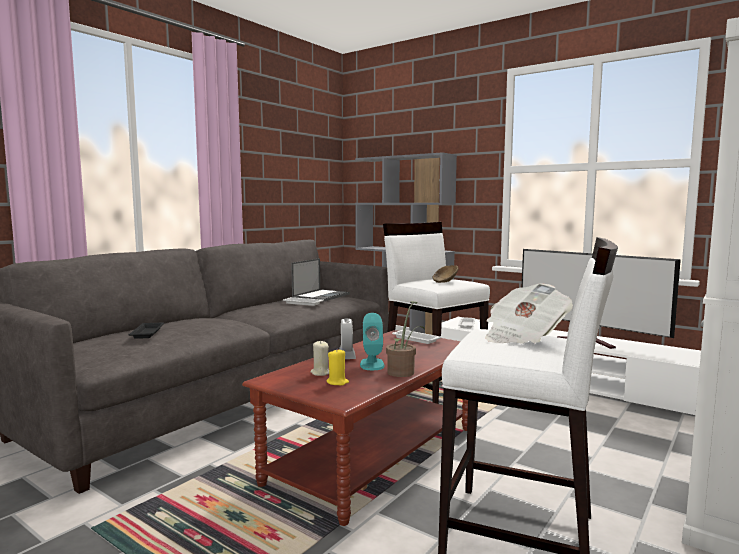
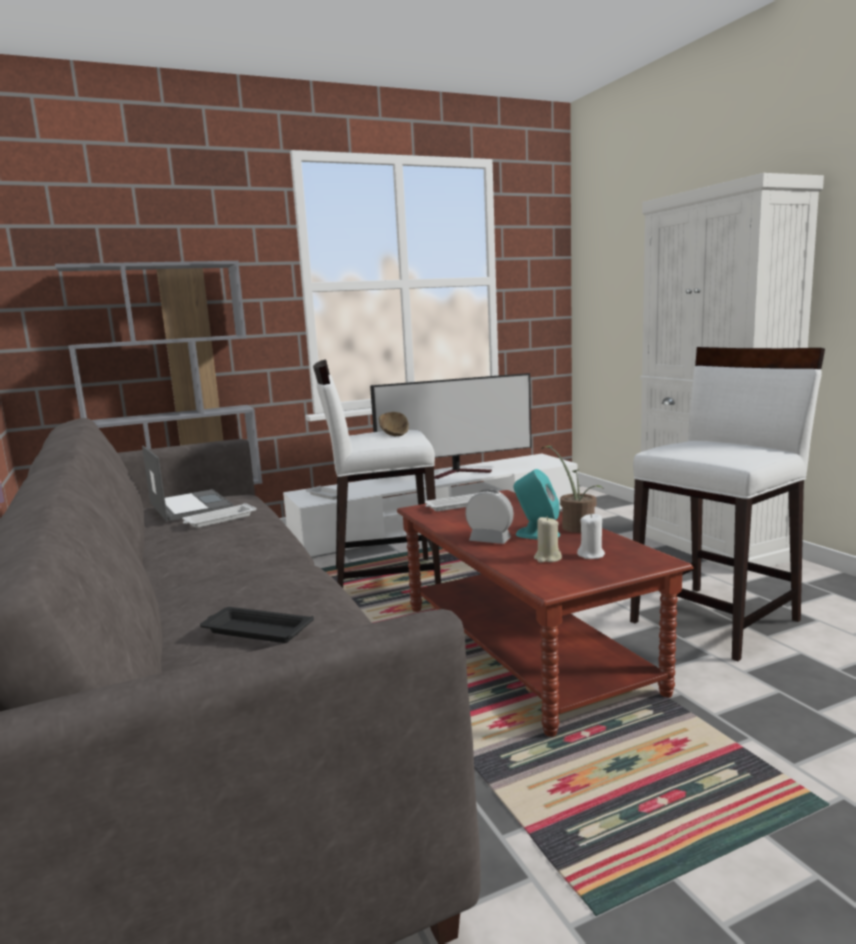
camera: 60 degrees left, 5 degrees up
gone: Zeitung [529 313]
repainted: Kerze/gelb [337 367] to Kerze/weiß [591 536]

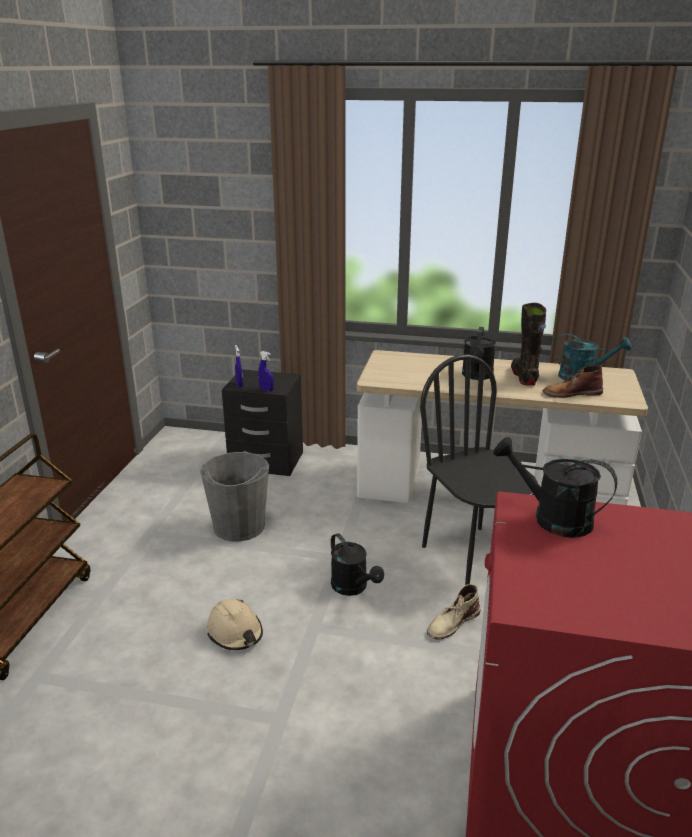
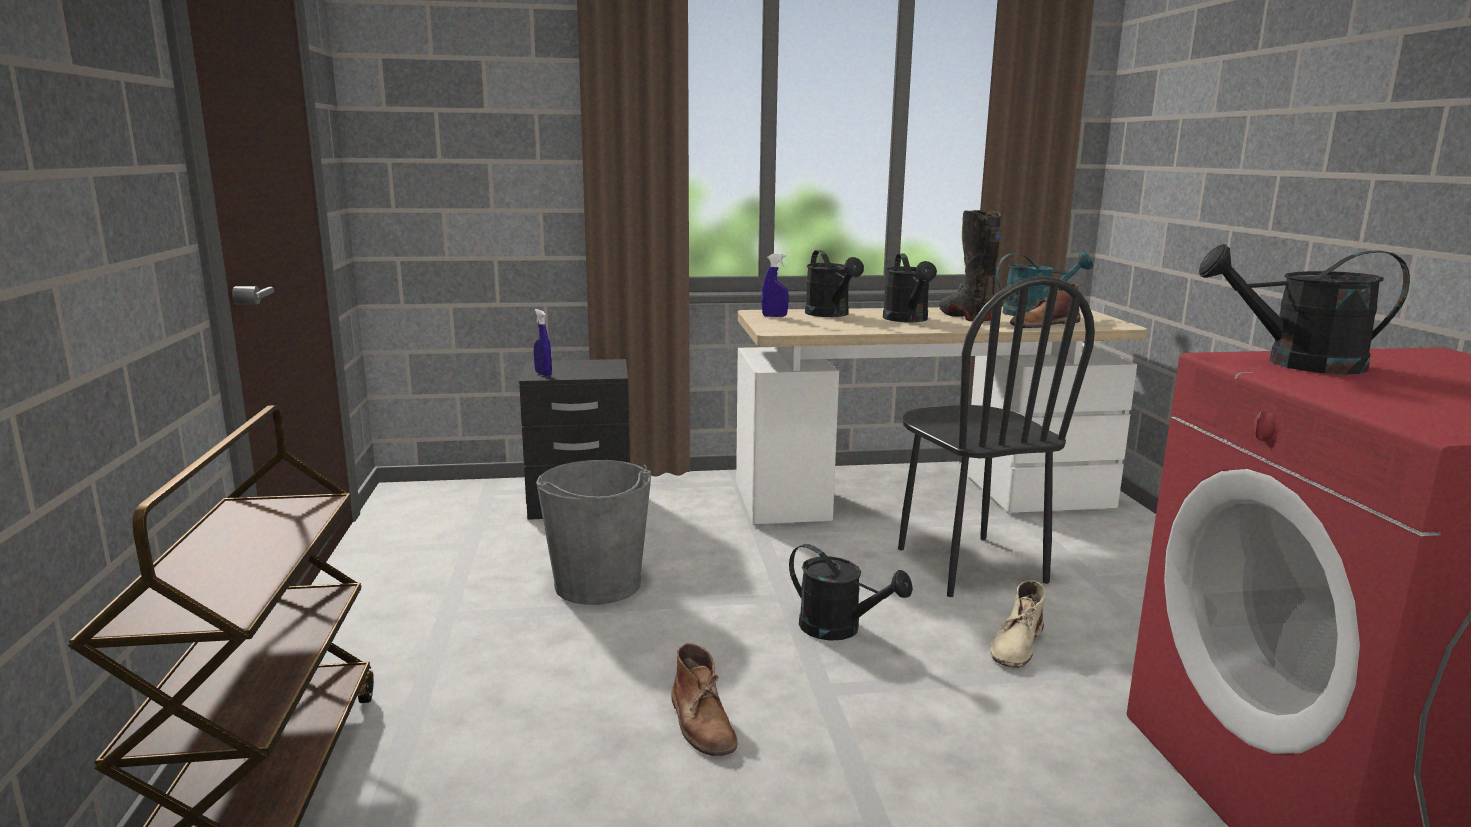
camera: 20 degrees left, 10 degrees down
new: Gießkanne/schwarz [834 283]
shifted: Sprühflasche/blau [266 371] to [775 285]
swapped: Schutzhelm/beige [235 624] to Stiefel/braun [704 699]
rotated: Stuhl/schwarz [479 469] = [996 436] 150 degrees counterclockwise

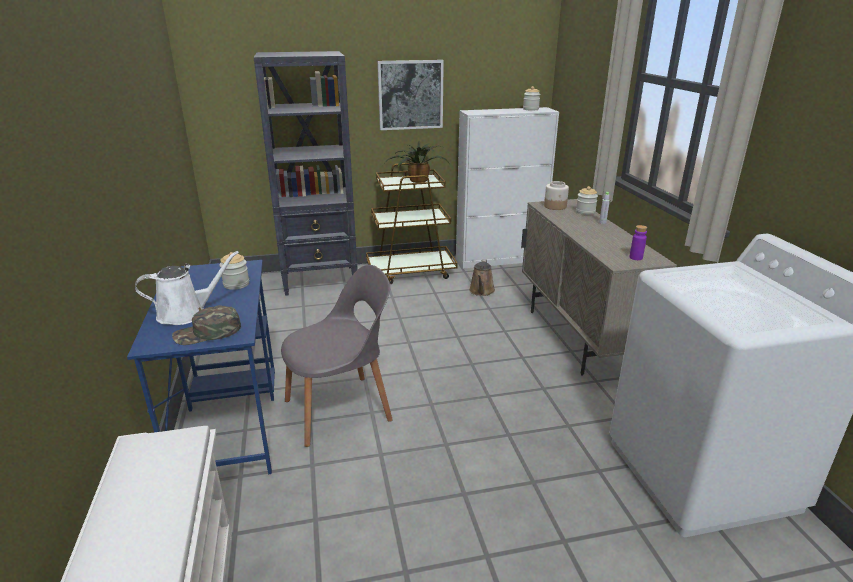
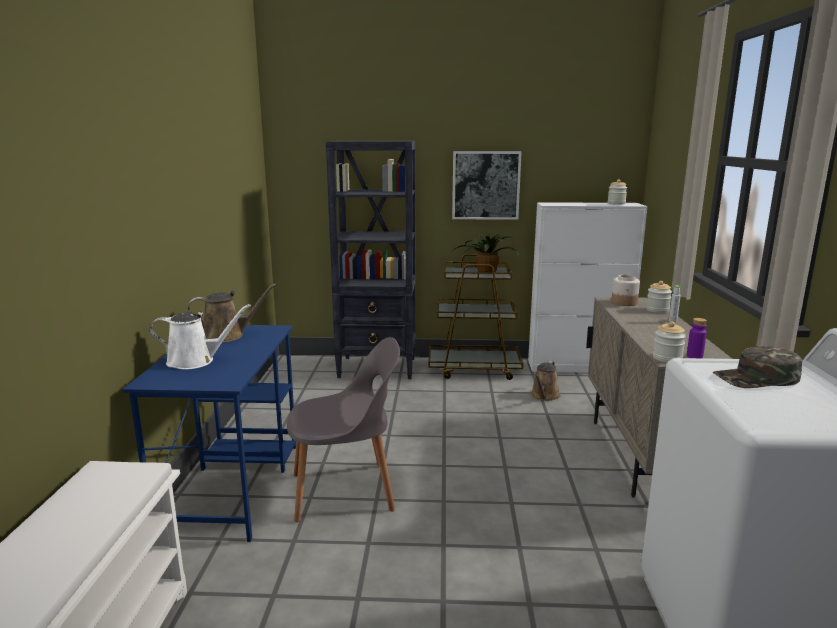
camera: 15 degrees right, 10 degrees down
new: Gießkanne/braun [232 313]
shifted: Kappe/grün [206 325] to [757 367]; Vorratsglas [234 271] to [669 341]

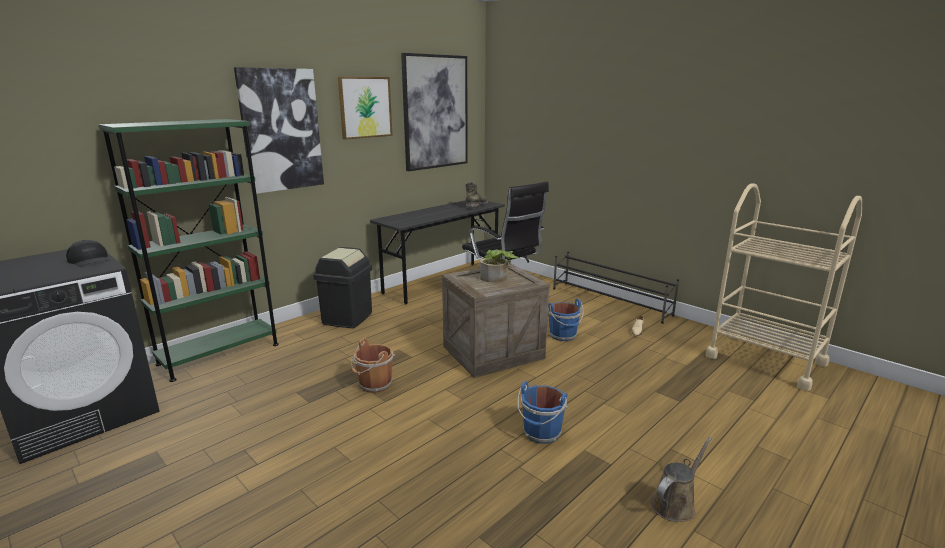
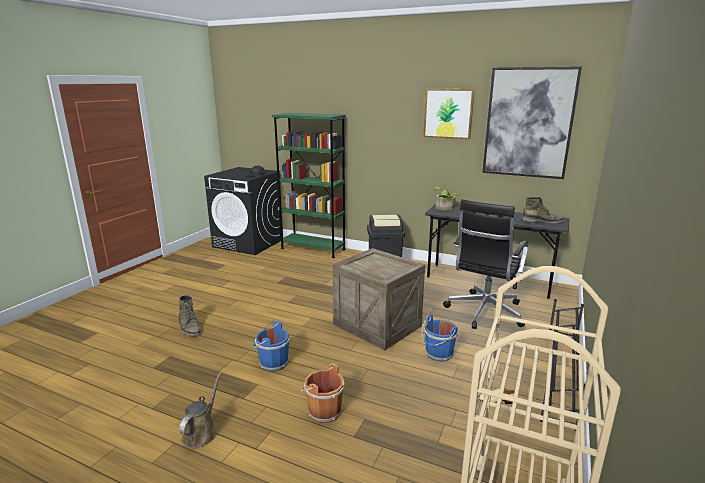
camera: 70 degrees right, 0 degrees up
gone: Bild [279 130]
new: Stiefel/grün [189 315]
shifted: Eimer/braun [373 365] to [322 393]; Topfpflanze [499 265] to [446 198]
rotated: Gießkanne/braun [681 479] = [200 410] 105 degrees counterclockwise

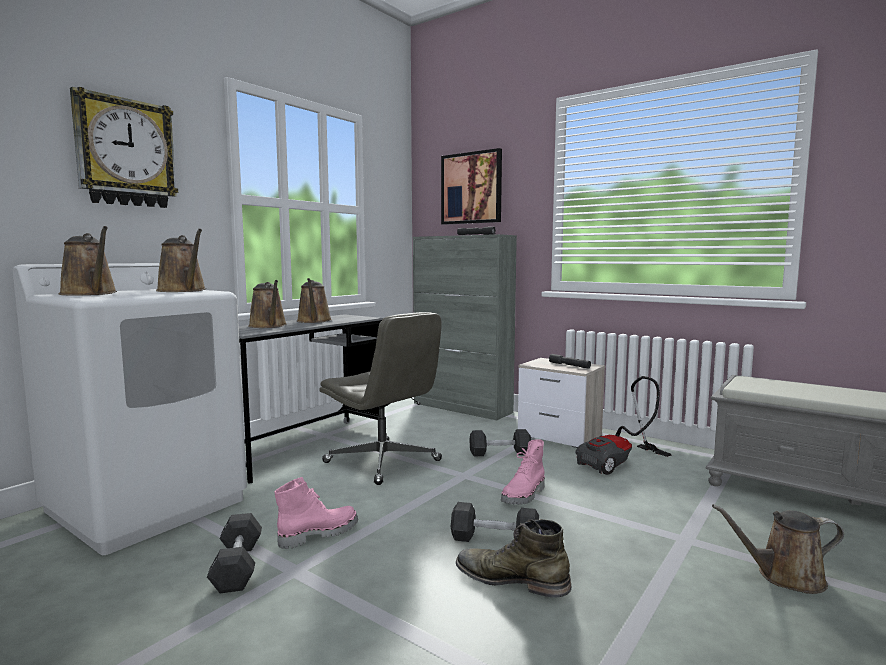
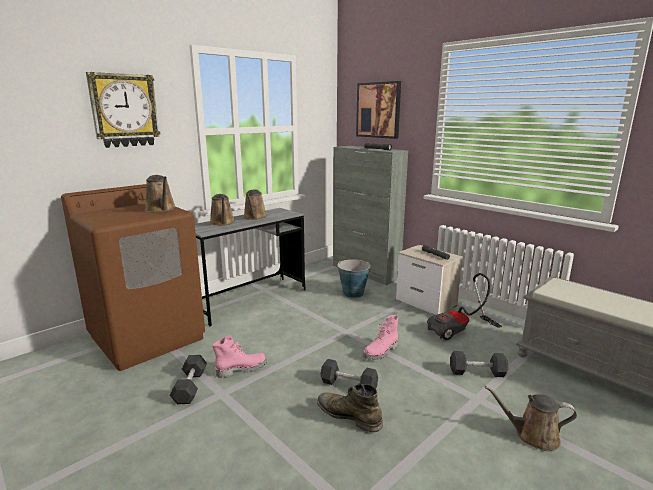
camera: 10 degrees right, 10 degrees up
gone: Gießkanne/braun [88 261]; Bürostuhl/grau [380 398]
new: Eimer [354 278]
shifted: Hantel/schwarz [500 442] to [479 364]
repainted: Waschmaschine/weiß [130 409] to Waschmaschine/braun [133 277]

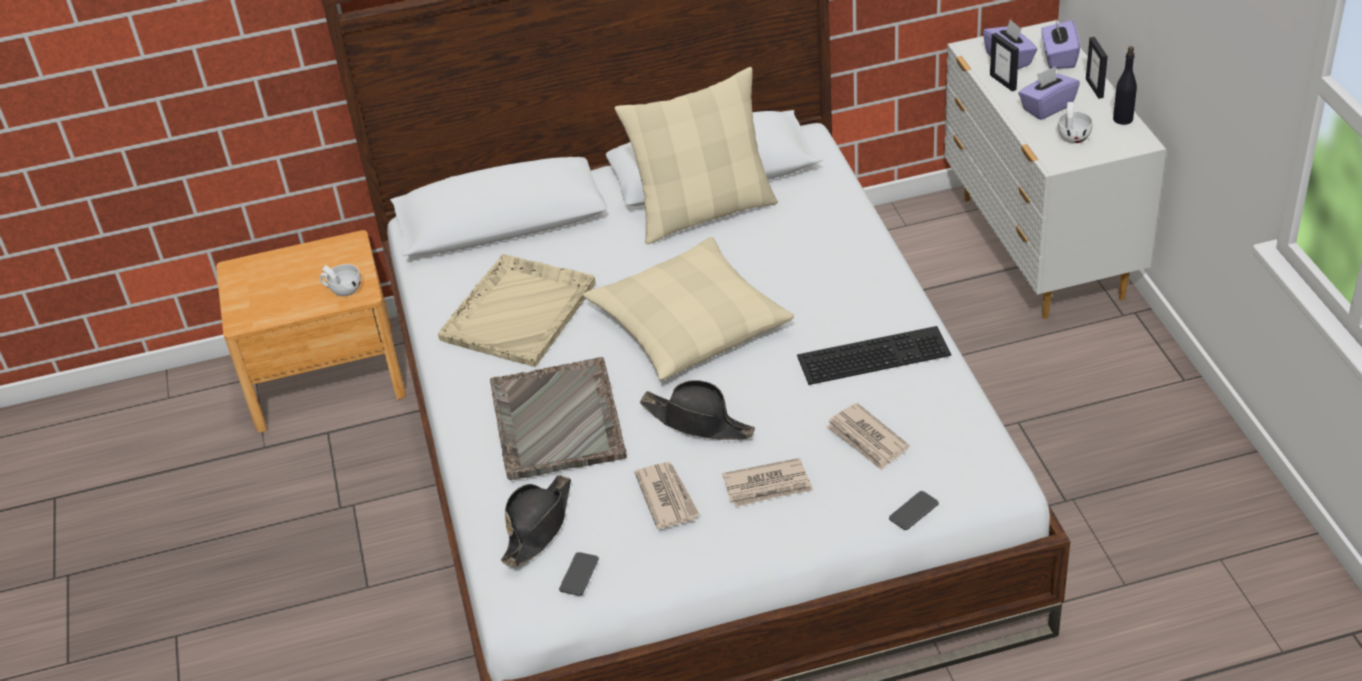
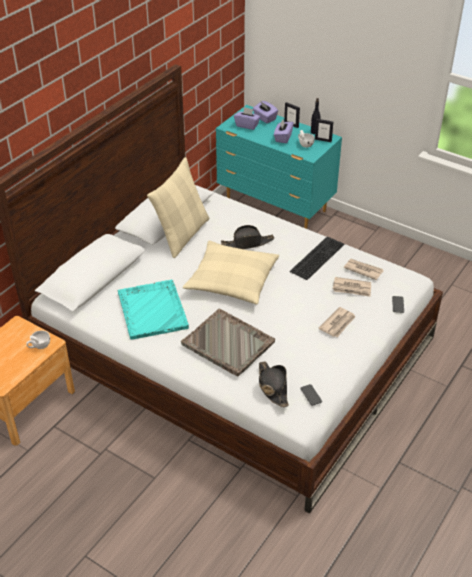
camera: 45 degrees left, 0 degrees up
shifted: Zeitung [667 495] to [364 269]; Hut/schwarz [697 410] to [247 237]; Bilderrahmen [1004 62] to [324 130]
repainted: Tablett/beige [517 310] to Tablett/türkis [153 310]; Kommode/weiß [1055 169] to Kommode/türkis [279 167]

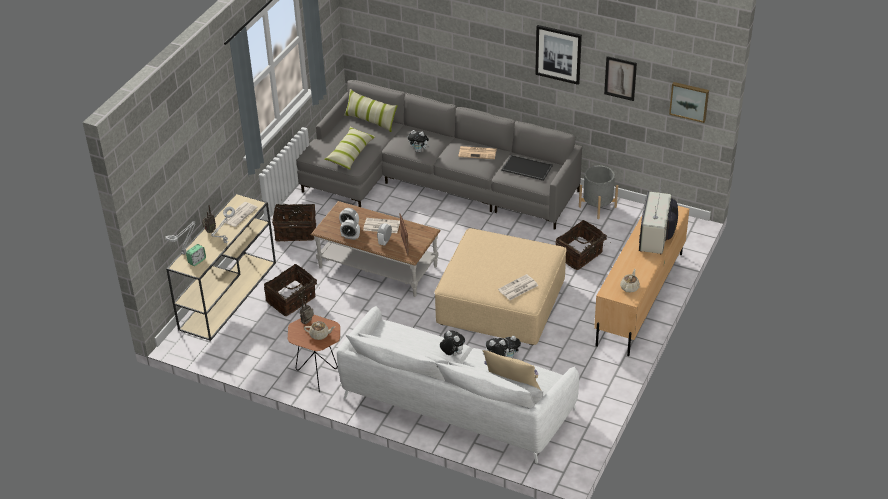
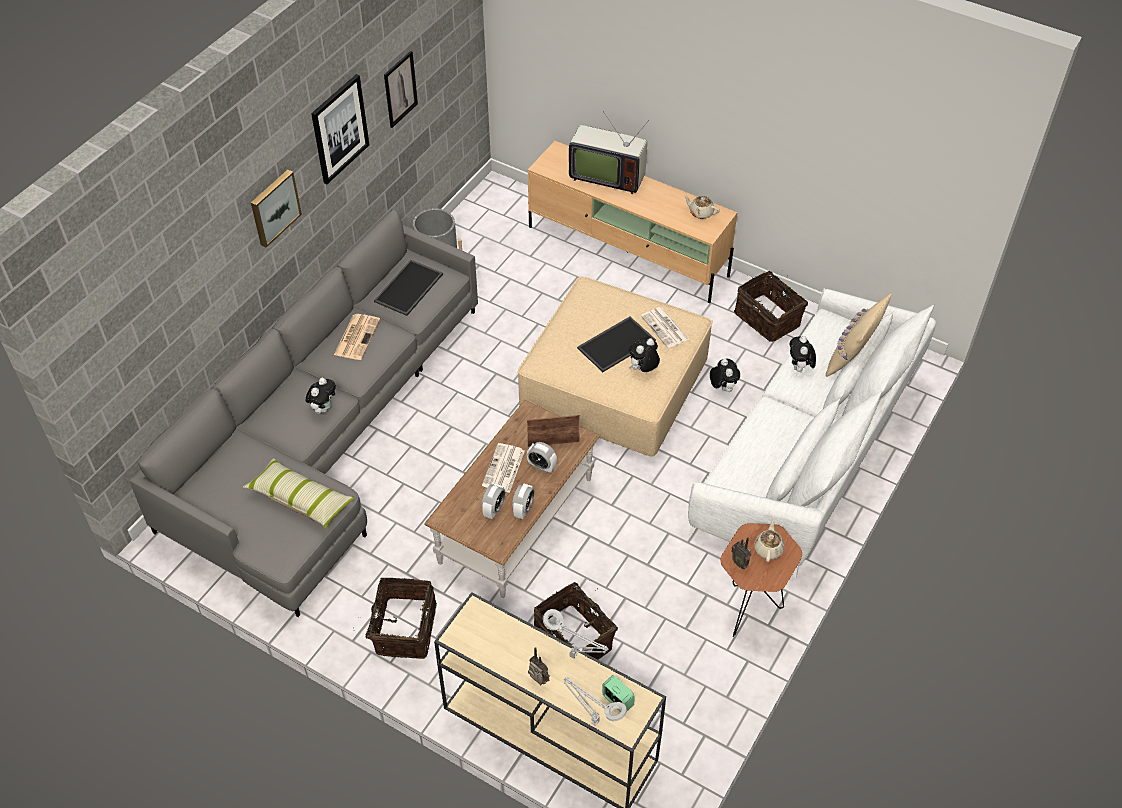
camera: 85 degrees left, 10 degrees up
gone: Zeitung [241 214]; Kissen [371 110]
new: Tablett [616 344]
shifted: Plüschtier [452 343] to [644 354]; Korb [583 245] to [771 306]; Bild [689 102] to [276 209]

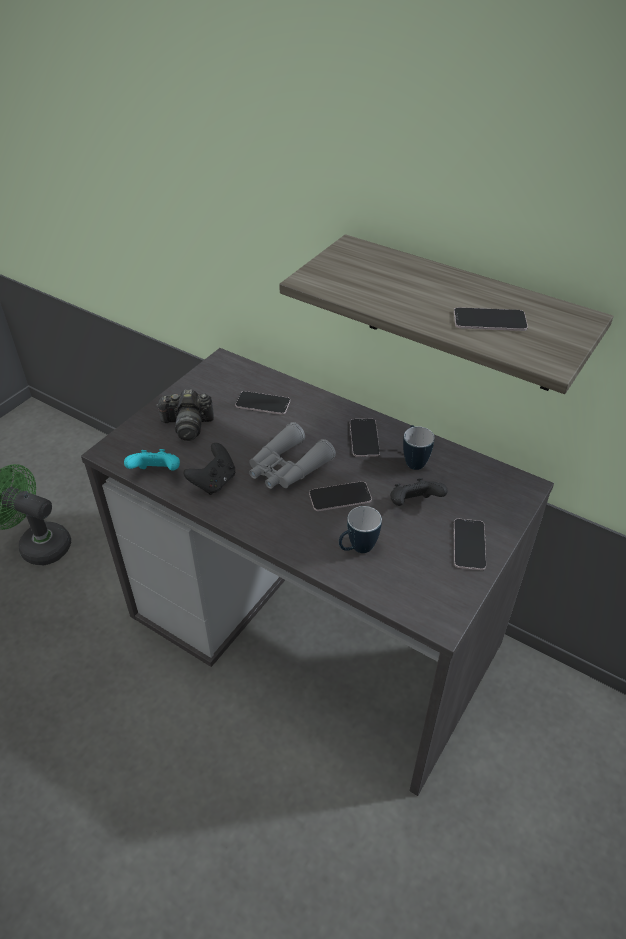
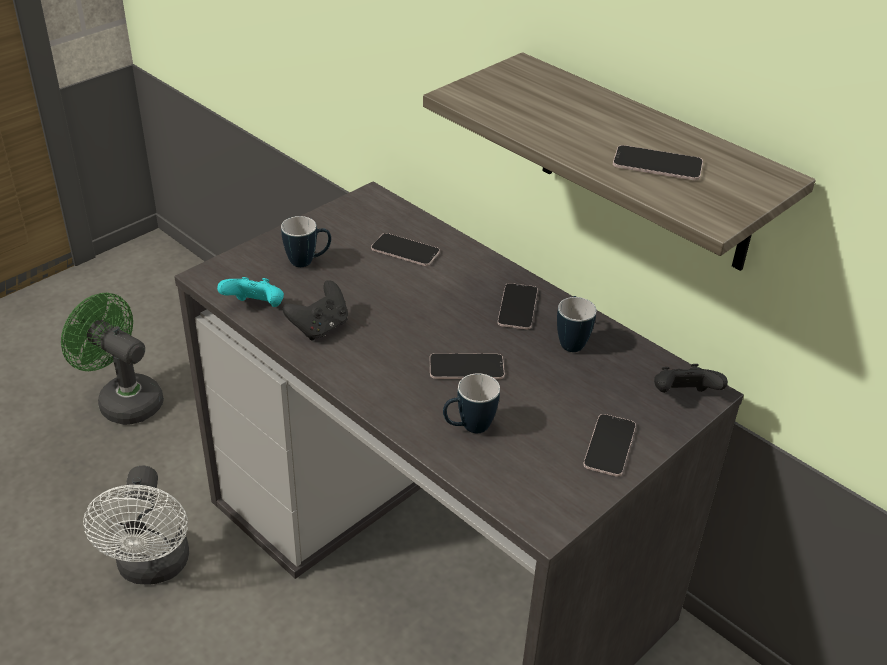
camera: 10 degrees right, 5 degrees down
gone: Fernglas/grau [292 455]
new: Ventilator/weiß [136 525]
shifted: Gamepad/schwarz [419 492] to [691 378]
swapped: Kamera [185 415] to Henkelbecher [306 241]

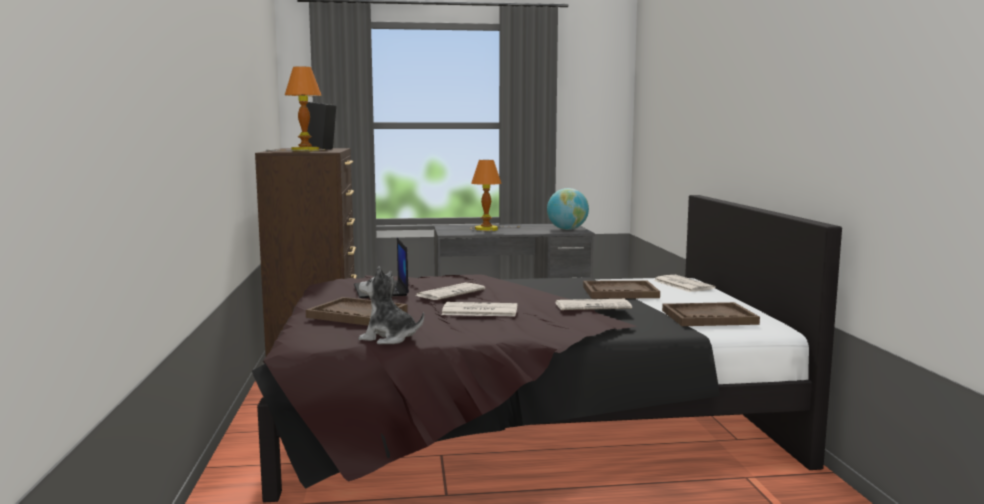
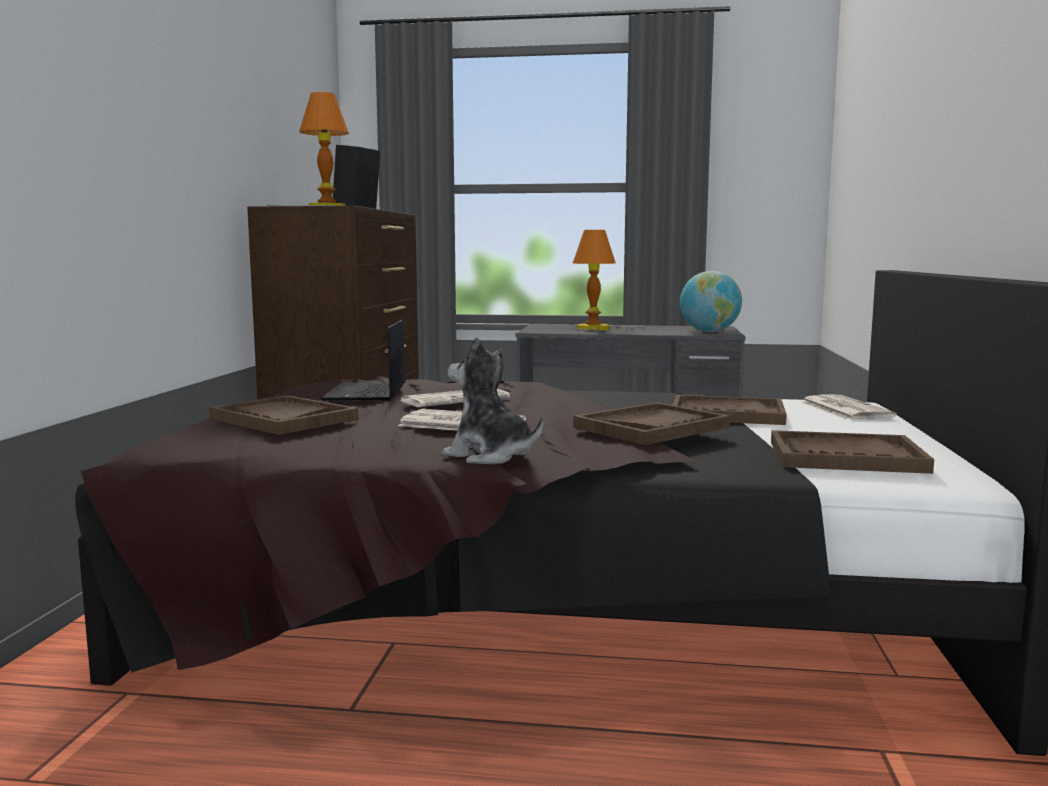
camera: 15 degrees right, 0 degrees up
shifted: Plüschtier [391 305] to [493 400]
swapped: Zeitung [594 304] to Tablett/braun [651 423]

